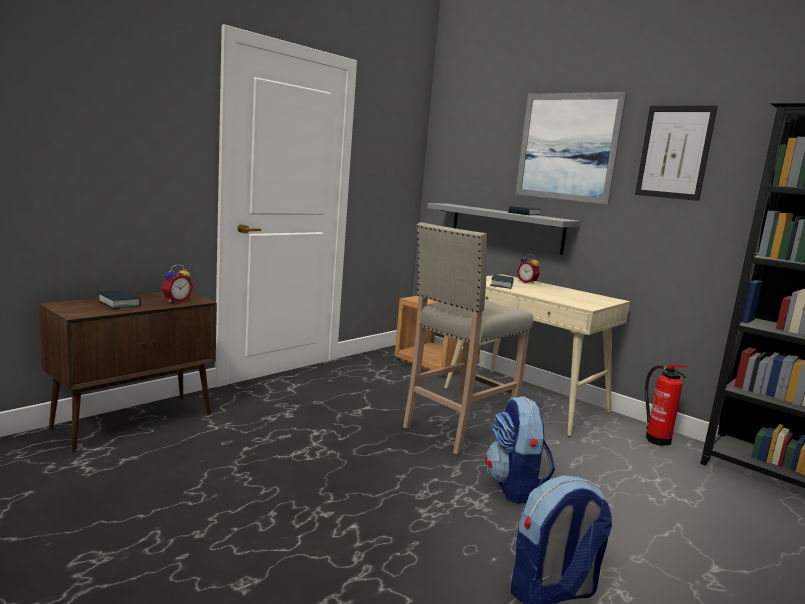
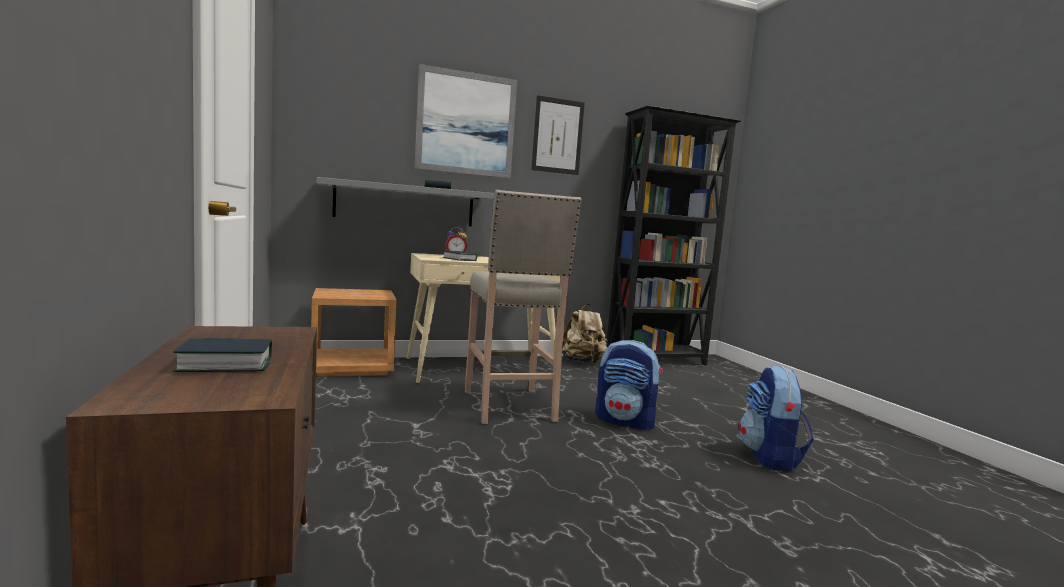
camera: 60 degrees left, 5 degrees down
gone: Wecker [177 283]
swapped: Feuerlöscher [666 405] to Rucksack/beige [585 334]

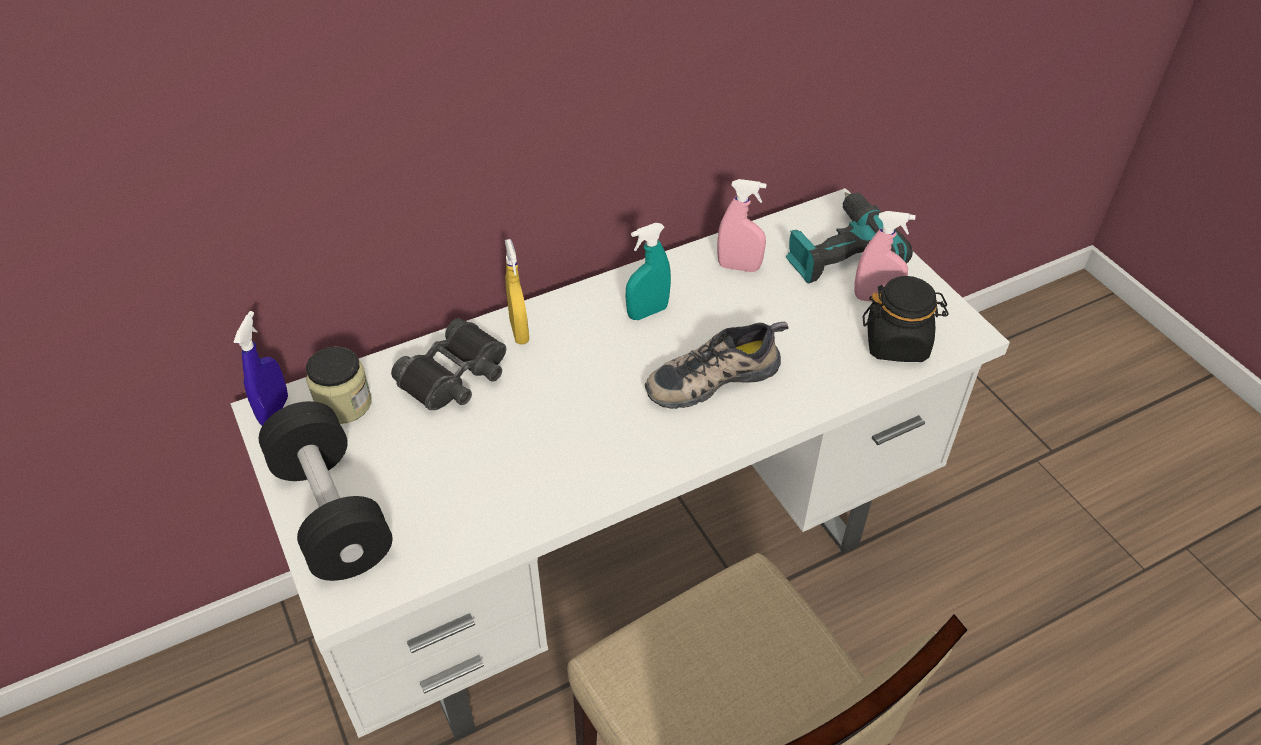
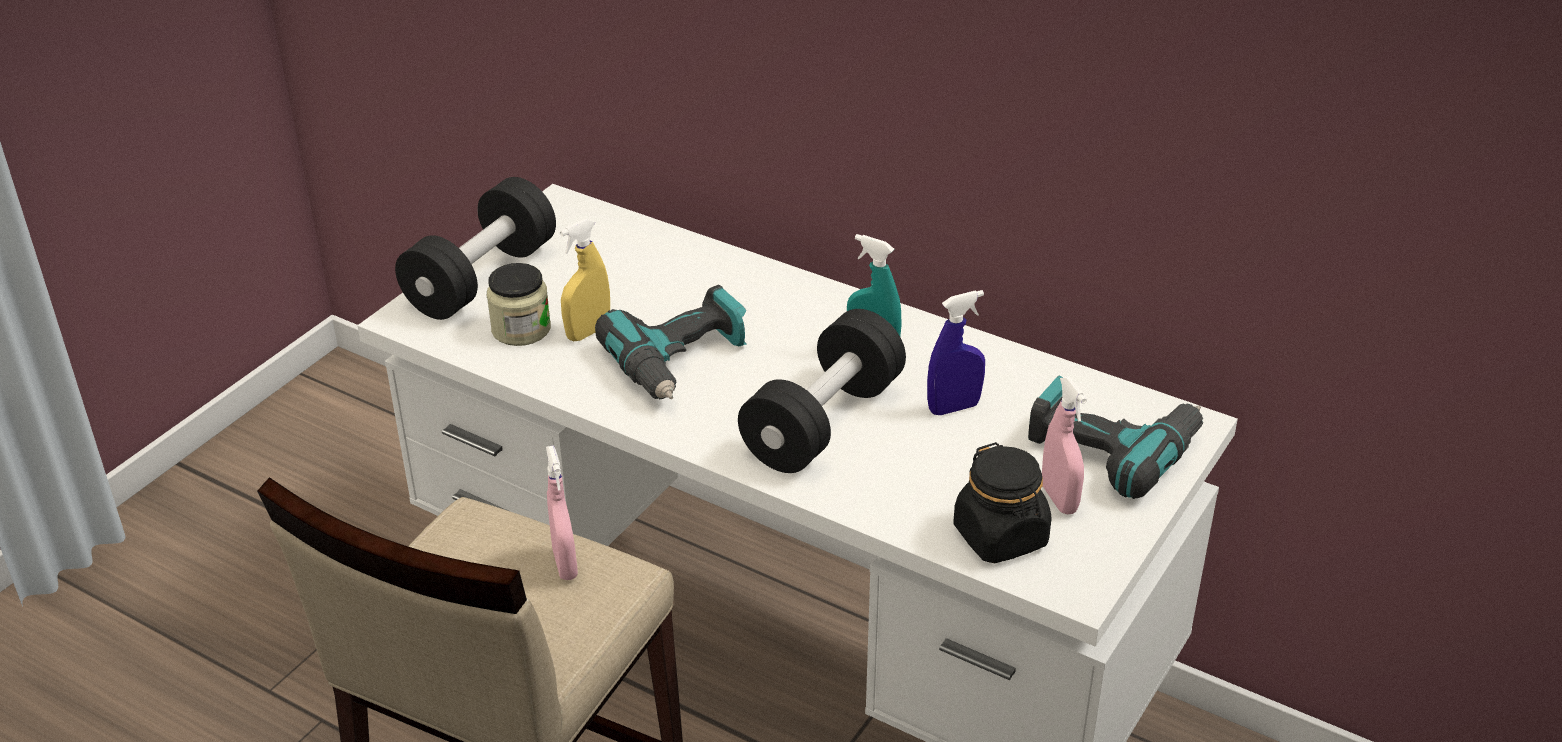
camera: 60 degrees right, 10 degrees down
gone: Fernglas/schwarz [448 364]
new: Bohrmaschine [671 342]
shifted: Sprühflasche/blau [261 368] to [956 352]; Vorratsglas [339 385] to [519 304]; Sprühflasche/gelb [517 292] to [585 280]; Sprühflasche/rosa [741 225] to [562 512]
swapped: Schuh [717 365] to Hantel/schwarz [822 391]

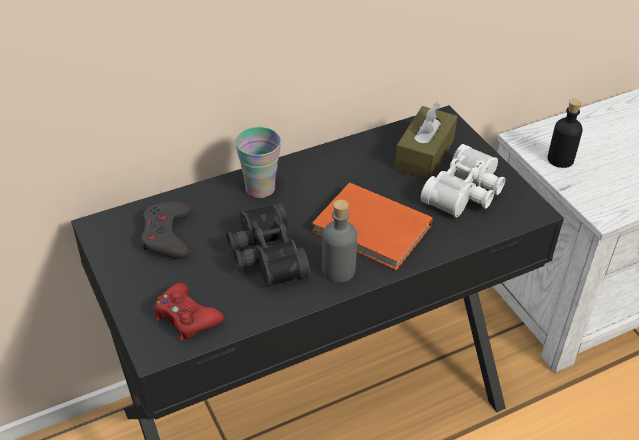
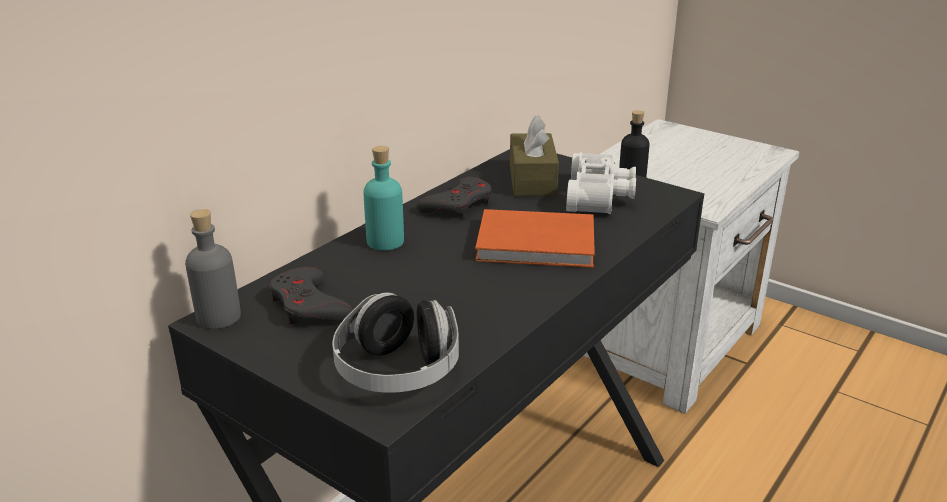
camera: 25 degrees left, 15 degrees down
gone: Fernglas/schwarz [268 245]
new: Gamepad/grau [454 197]
shifted: Flasche/grau [339 241] to [213 269]
swapped: Gamepad/rot [188 312] to Kopfhörer [395 342]; Tasse [258 162] to Flasche/türkis [383 198]

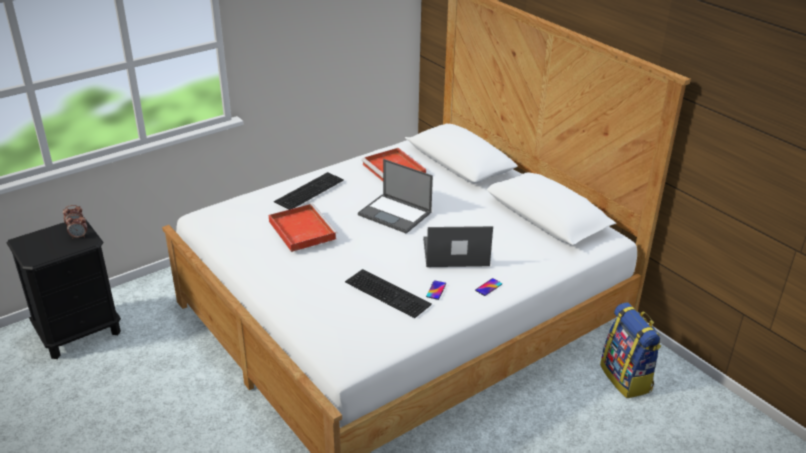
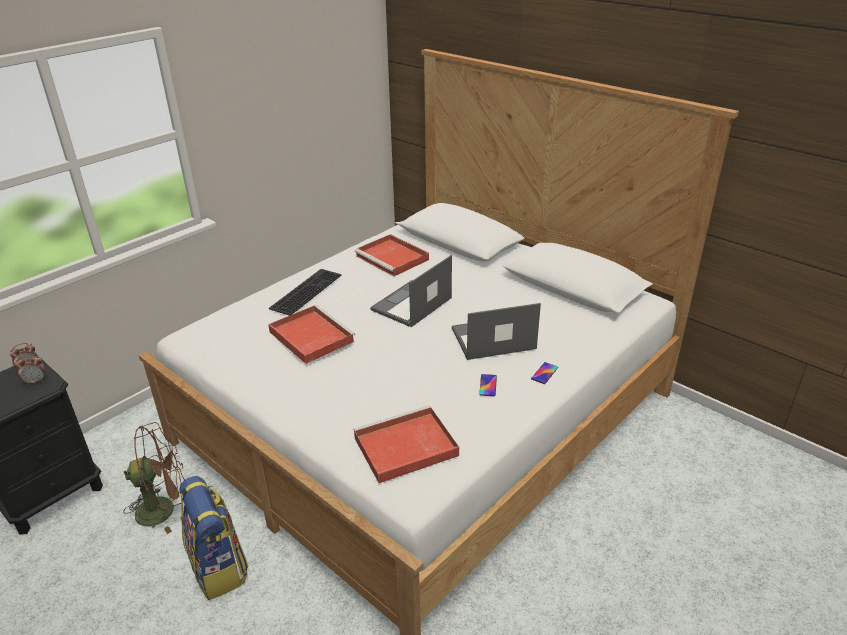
camera: 10 degrees left, 0 degrees up
gone: Tastatur [388 293]
new: Ventilator/braun [154 478]; Tablett/rot [406 444]
shifted: Rucksack [631 350] to [214 538]
rotated: Laptop [395 196] = [411 291] 105 degrees clockwise

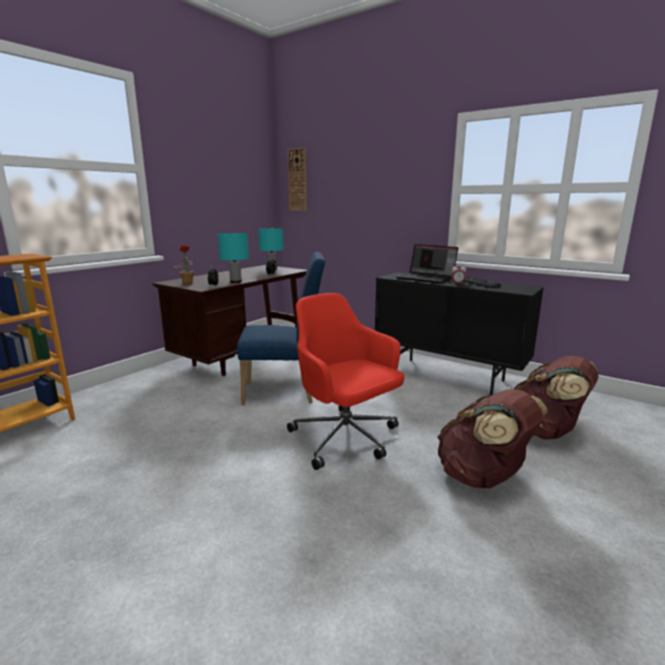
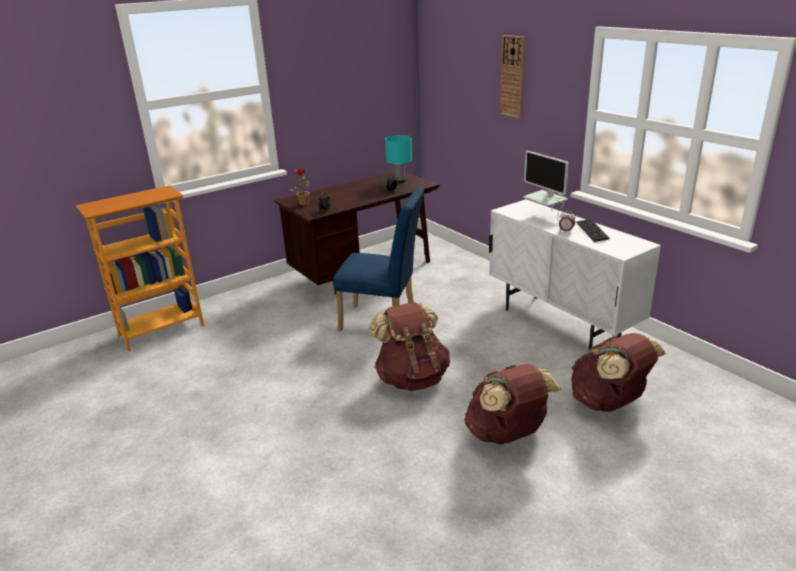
camera: 20 degrees right, 10 degrees up
gone: Tischlampe/türkis [233 258]
shifted: Wanduhr [297 179] to [512 77]
swapped: Bürostuhl/rot [345 381] to Rucksack/braun [409 346]; Laptop [427 263] to Monitor [546 184]
repainted: Schrank/schwarz [459 334] to Schrank/weiß [575 274]

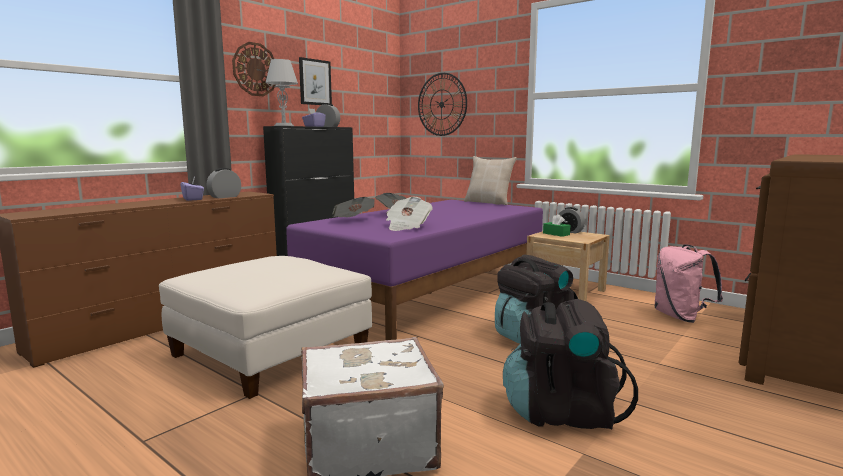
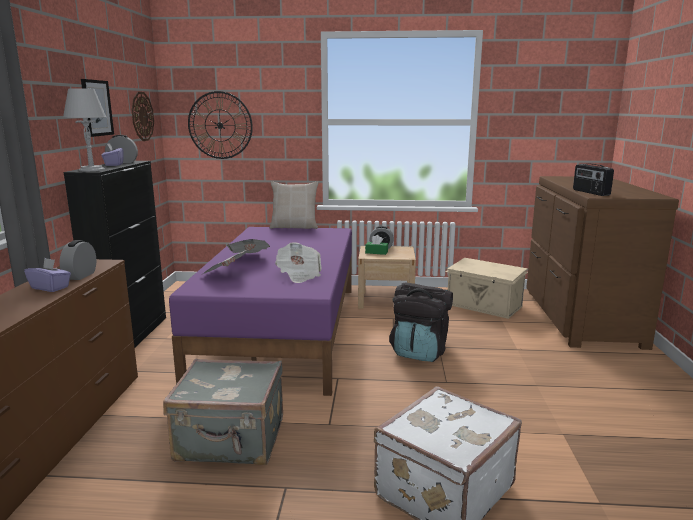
camera: 35 degrees left, 5 degrees up
gone: Rucksack/schwarz [570 364]
new: Radio [593 180]
shifted: Wanduhr [253 69] to [143 116]
swapped: Polsterhocker/weiß [265 327] to Koffer/grau [223 412]; Rucksack/rosa [688 283] to Aufbewahrungsbox/beige [486 288]

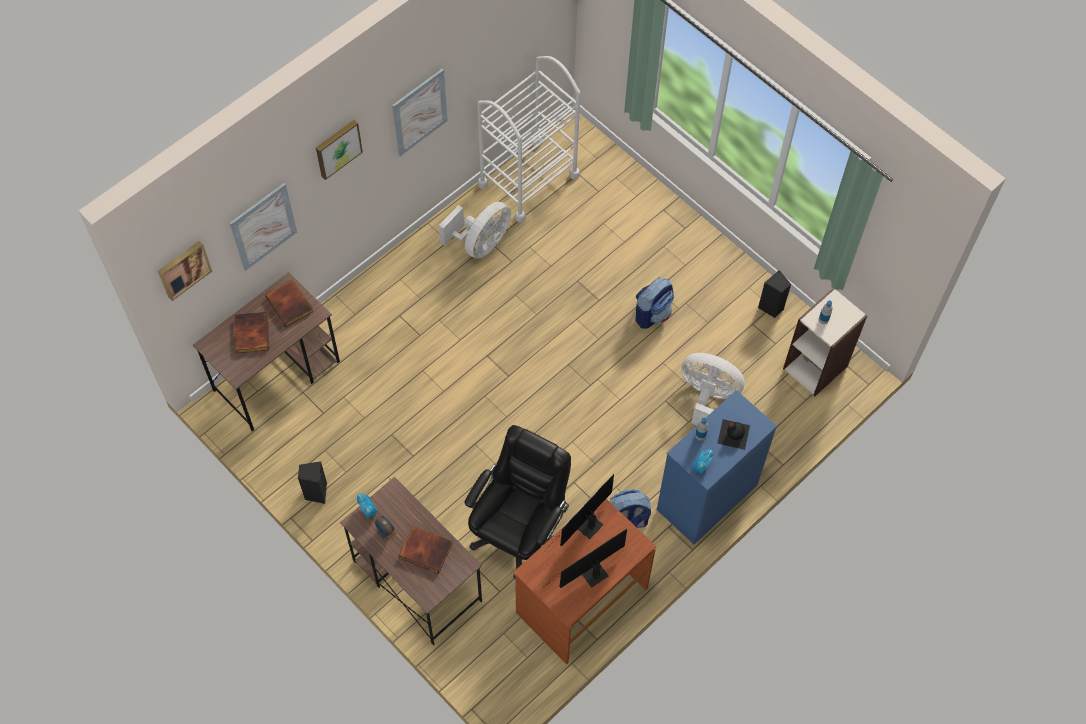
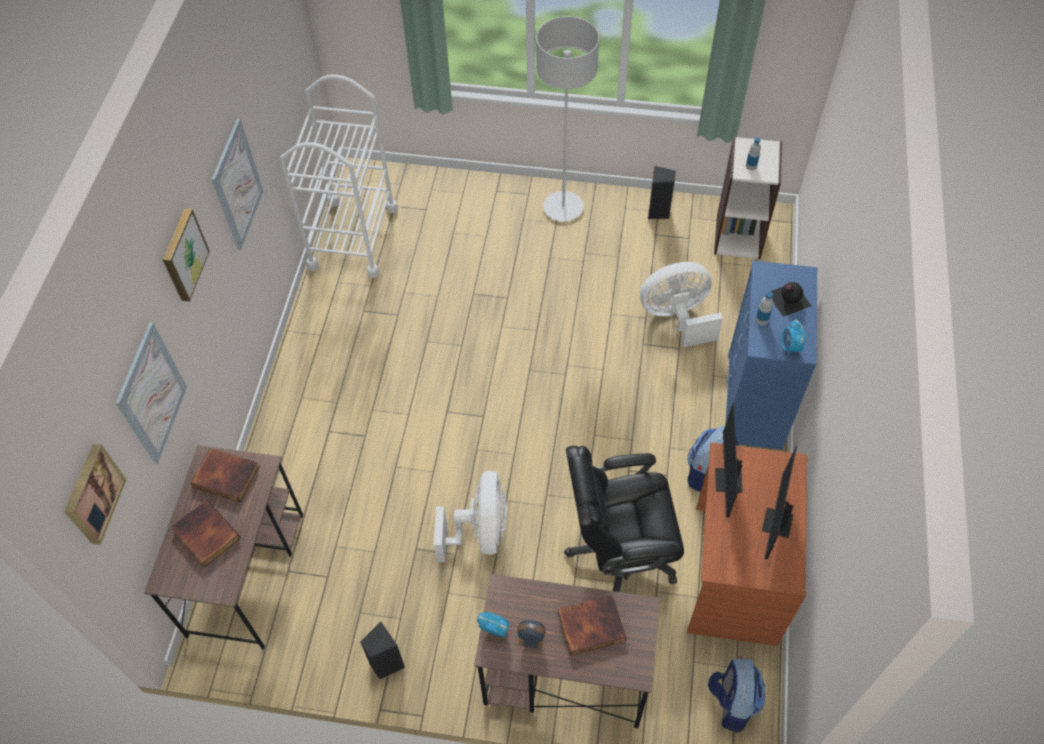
camera: 35 degrees left, 5 degrees down
new: Stehlampe/grau [567 119]
shifted: Ventilator/weiß [475 230] to [471 516]; Rucksack [654 303] to [736 694]
rotated: Bürostuhl/schwarz [518 502] = [624 519] 90 degrees counterclockwise

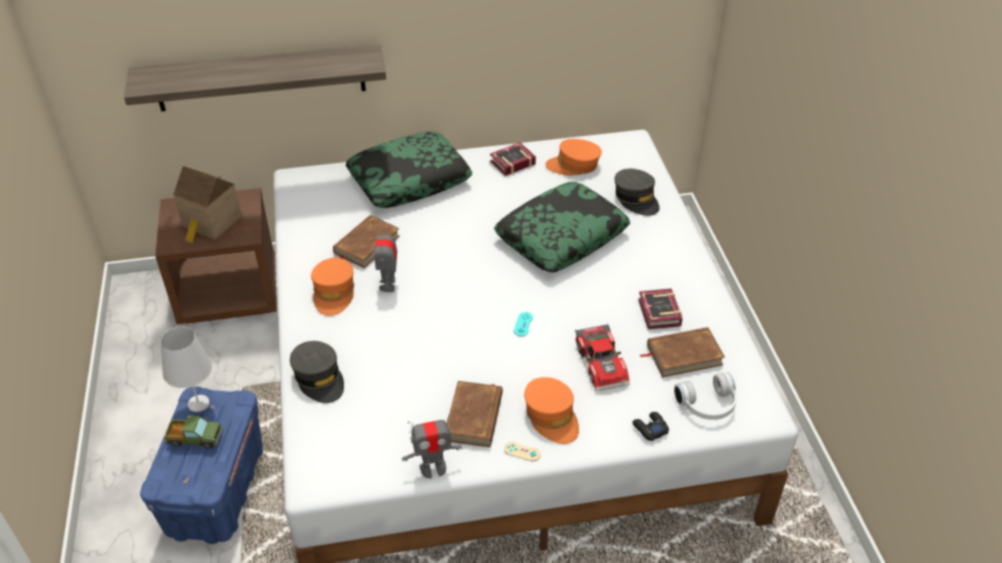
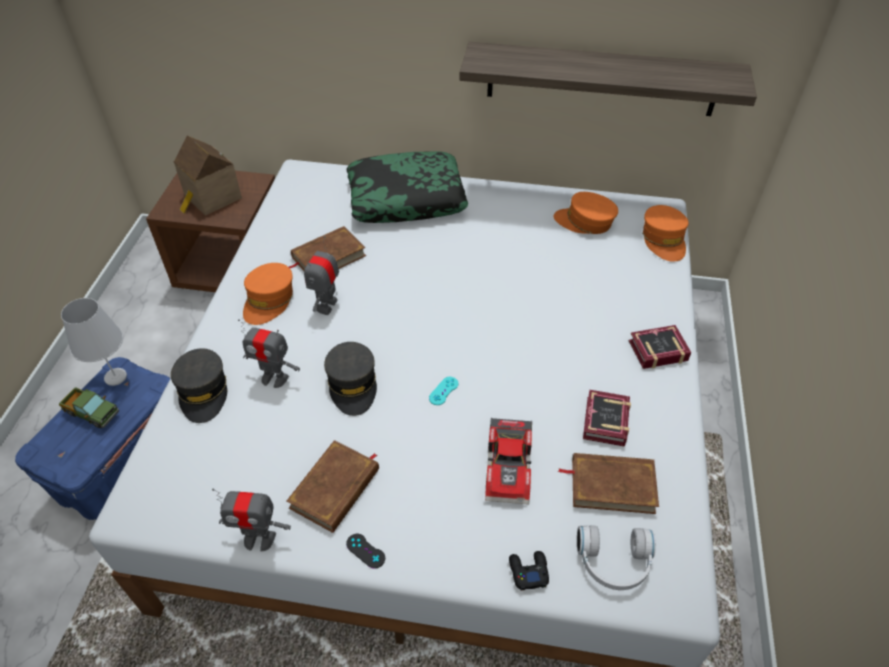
camera: 20 degrees right, 5 degrees up
gone: Kissen [562 227]
new: Spielzeugroboter [269 353]
shifted: Wandregal [255 77] to [608 79]; Buch [513 159] to [660 347]; Kappe/orange [551 410] to [665 233]; Kappe/grau [637 192] to [350 379]
repainted: Gamepad/beige [522 451] to Gamepad/schwarz [365 551]

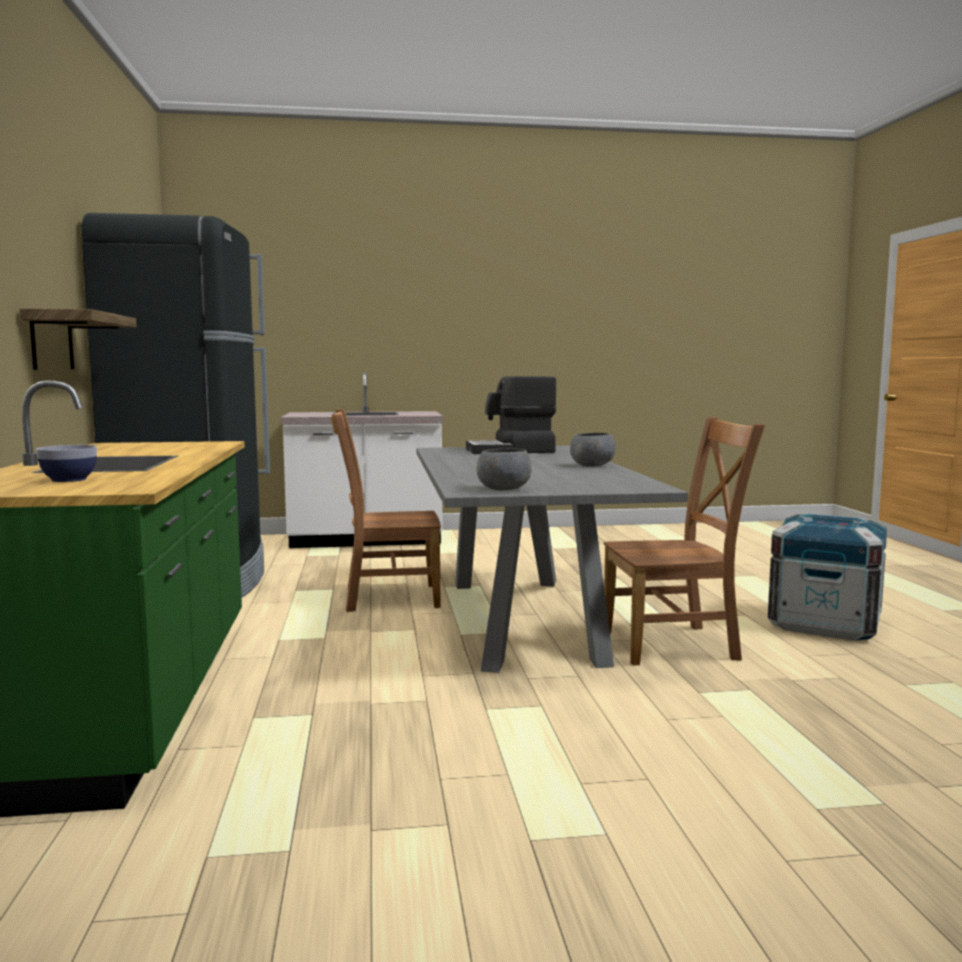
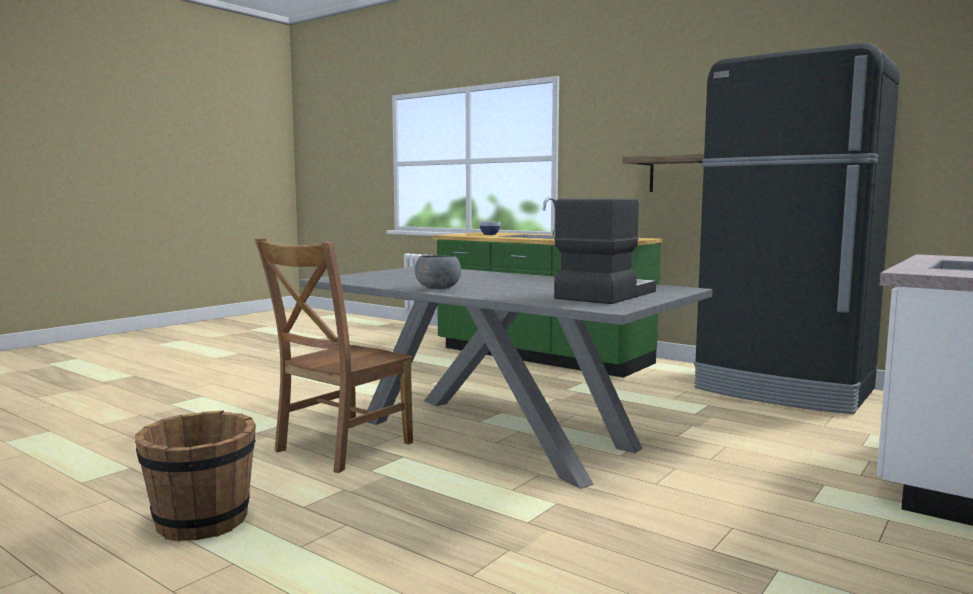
camera: 135 degrees right, 0 degrees up
gone: Stuhl/braun [386 510]; Schüssel/grau [504 469]
swapped: Kiste [827 577] to Eimer/braun [195 476]

